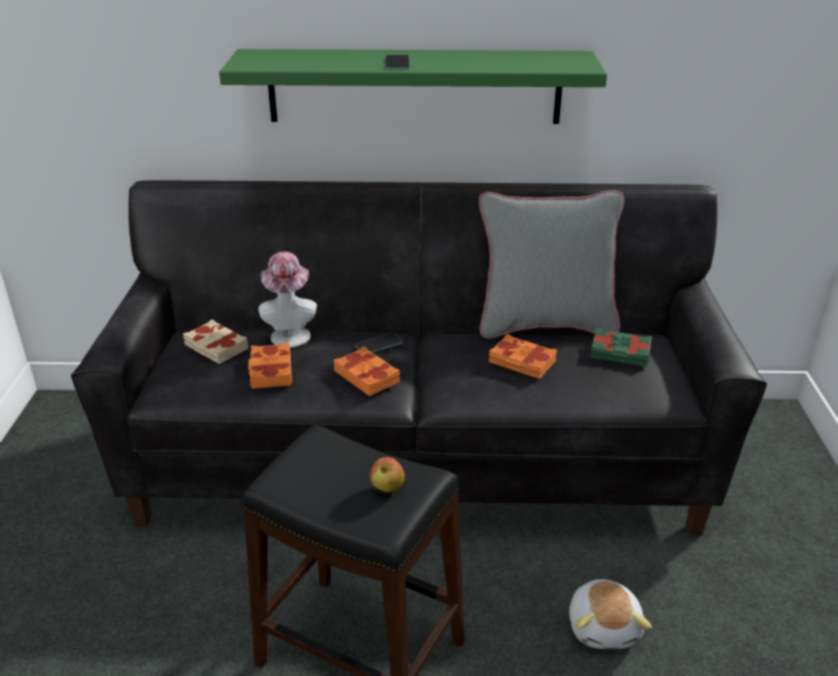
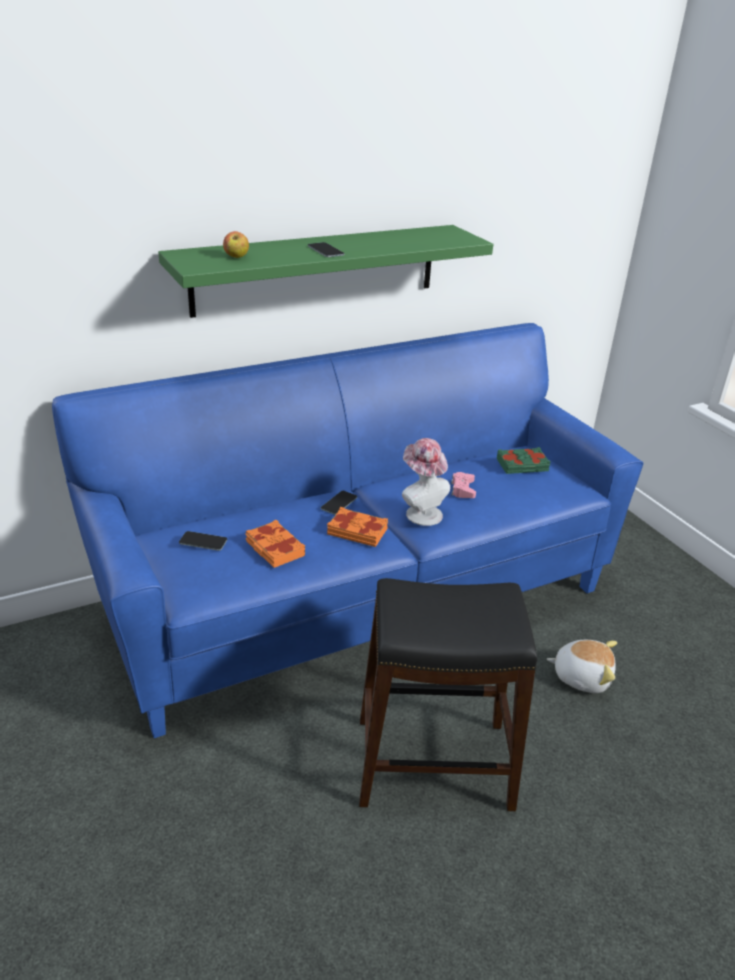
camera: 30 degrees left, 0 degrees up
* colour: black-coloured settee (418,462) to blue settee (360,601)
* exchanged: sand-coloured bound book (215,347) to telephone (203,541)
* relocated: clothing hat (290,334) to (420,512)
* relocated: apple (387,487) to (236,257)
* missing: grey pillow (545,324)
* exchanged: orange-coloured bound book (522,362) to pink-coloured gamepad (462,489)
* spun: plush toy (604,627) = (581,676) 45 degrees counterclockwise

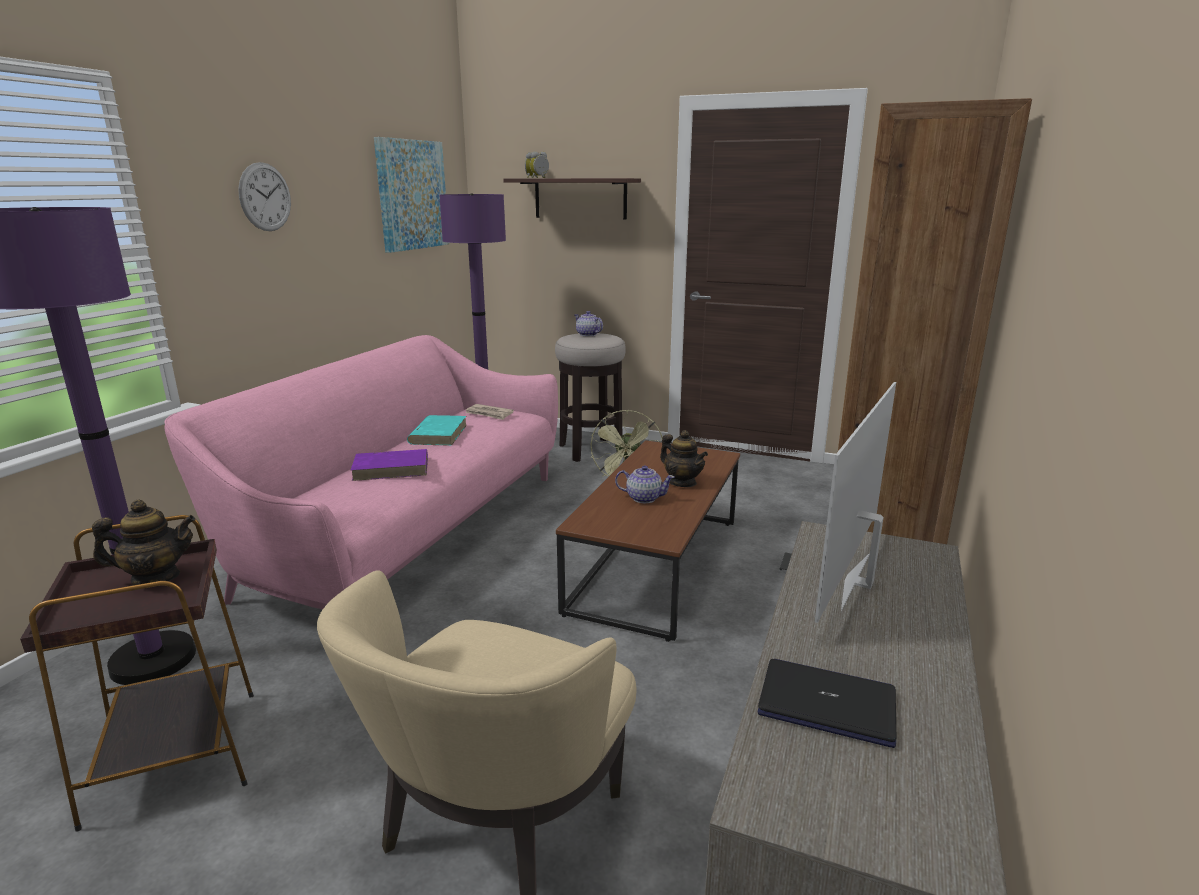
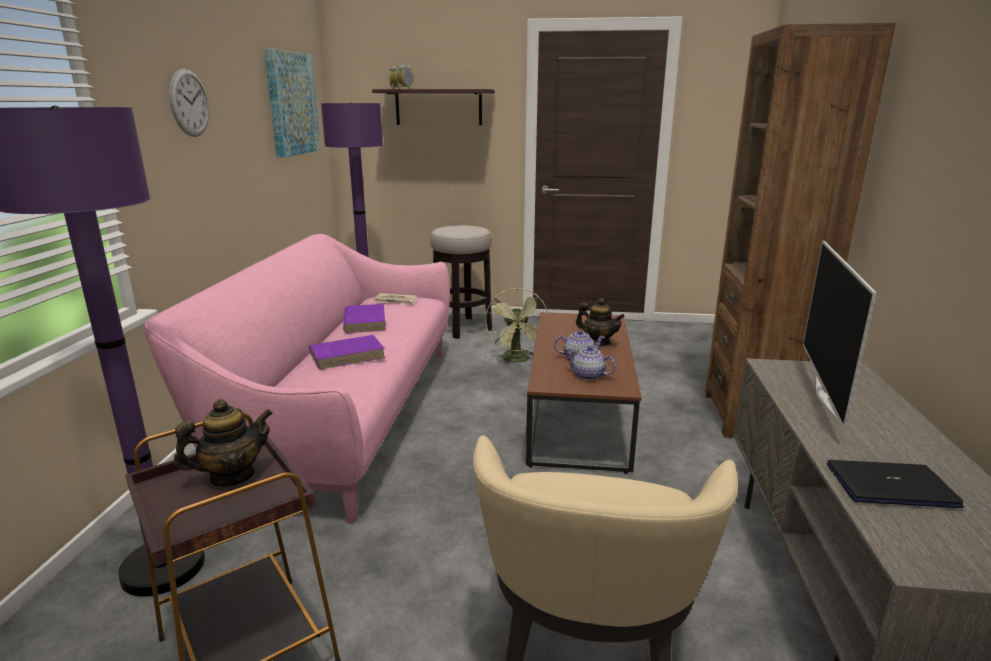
camera: 15 degrees left, 0 degrees up
* colour: turquoise bound book (438,434) to purplish bound book (364,321)
* relocated: tea pot (588,334) to (588,376)

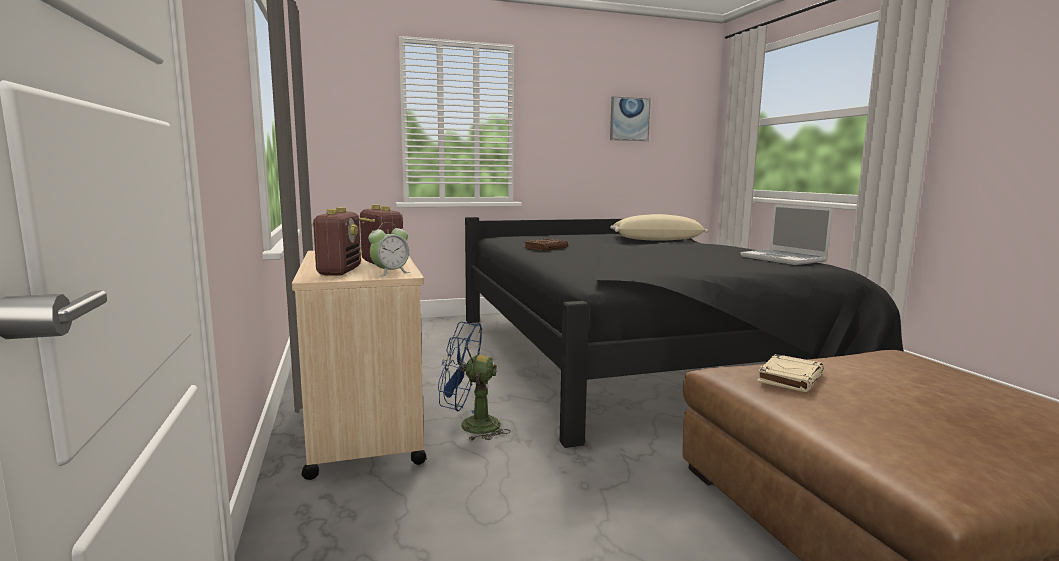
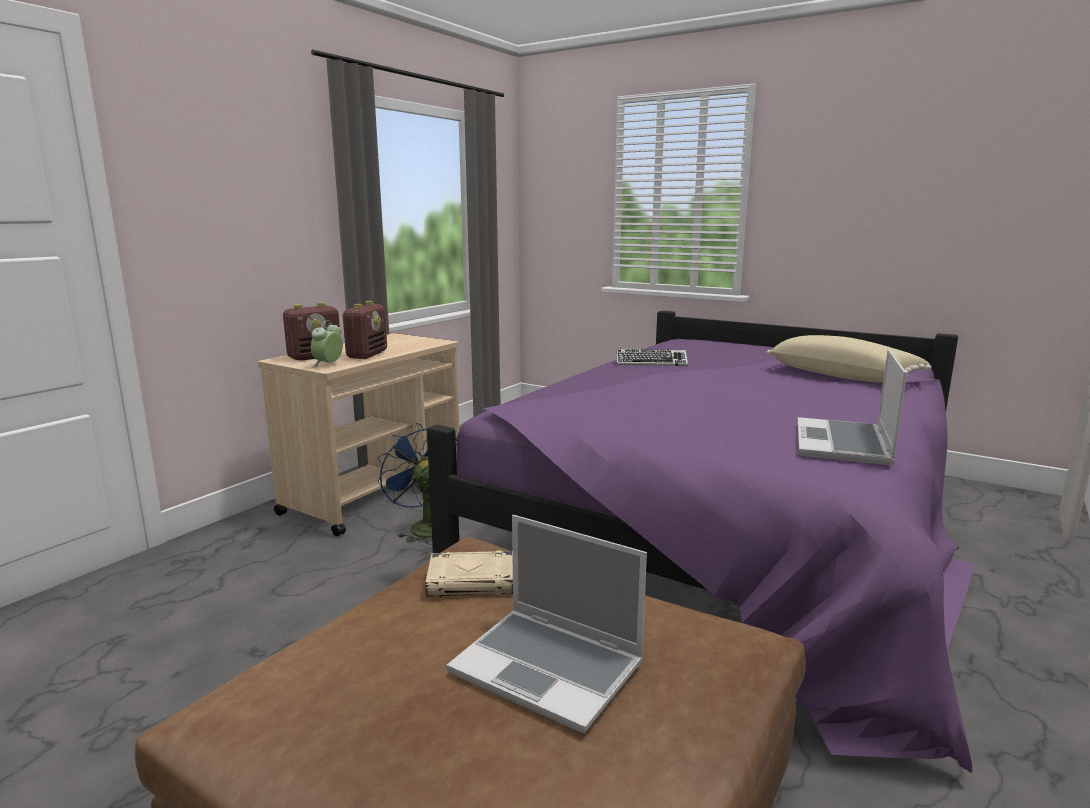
camera: 50 degrees right, 5 degrees up
* spun: bedside clock (390,273) = (328,365) 105 degrees clockwise
* colour: black-coloured bed (637,357) to purplish bed (731,533)
* exchanged: brown bound book (545,248) to computer keyboard (651,362)
* missing: wall art (629,119)
* appeared: notebook computer (550,669)

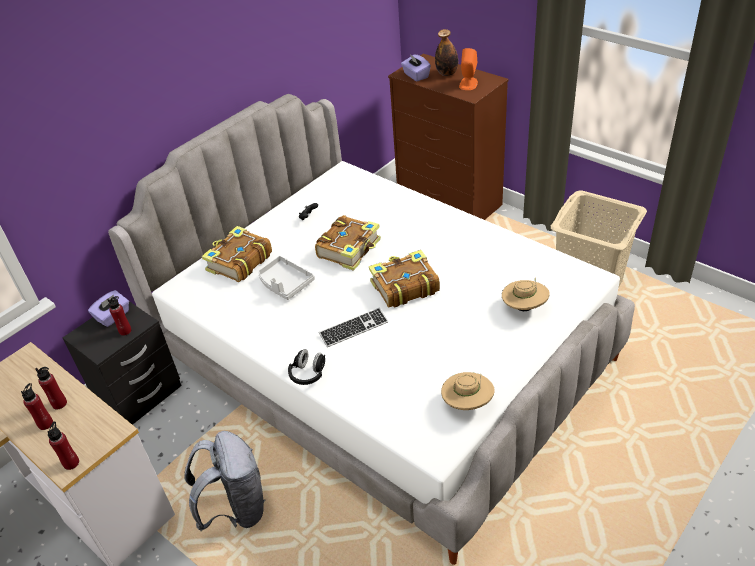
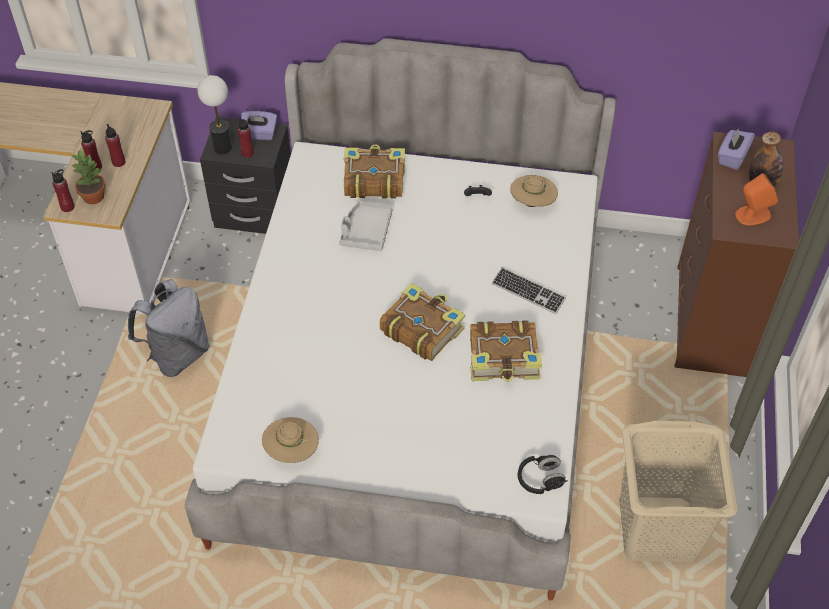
camera: 55 degrees right, 10 degrees up
* relocated: black-coloured pair of headphones (308,374) to (540,480)
* relocated: bound book (350,249) to (504,359)
* relocated: computer keyboard (354,328) to (528,292)
* relocated: sand-coloured clothing hat (524,307) to (532,203)
* appeared: plant in a pot (93,196)
* appeared: lamp for a table (222,147)

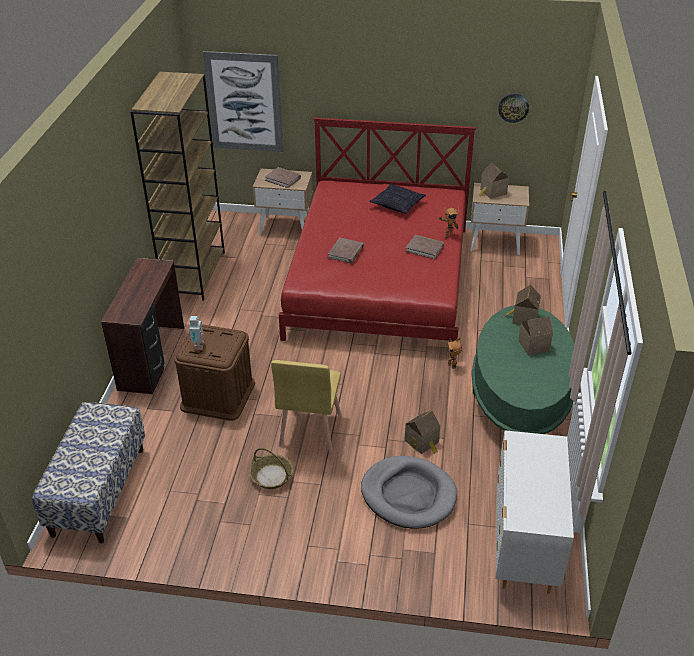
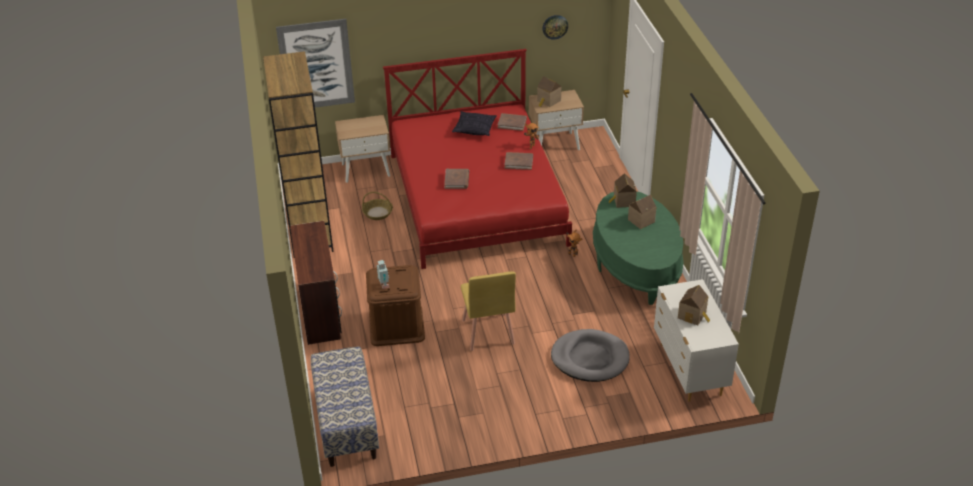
camera: 20 degrees left, 0 degrees up
* relocated: household basket (271,476) to (377,213)
* relocated: brown bound book (283,179) to (512,123)
* relocated: model house (423,442) to (693,315)

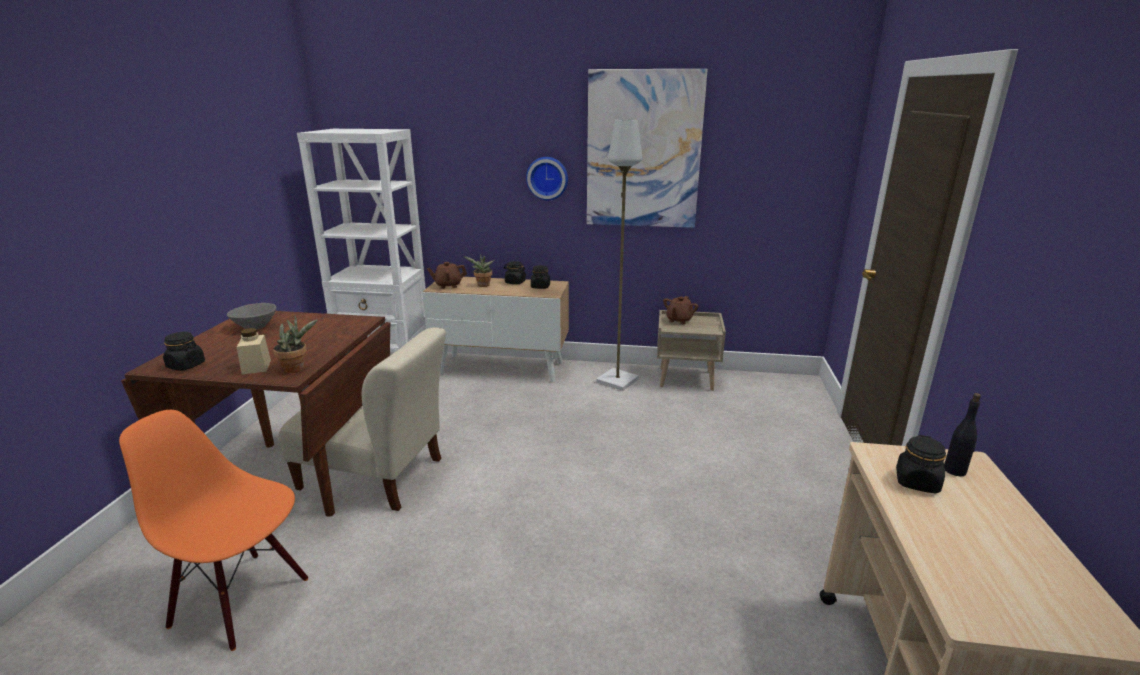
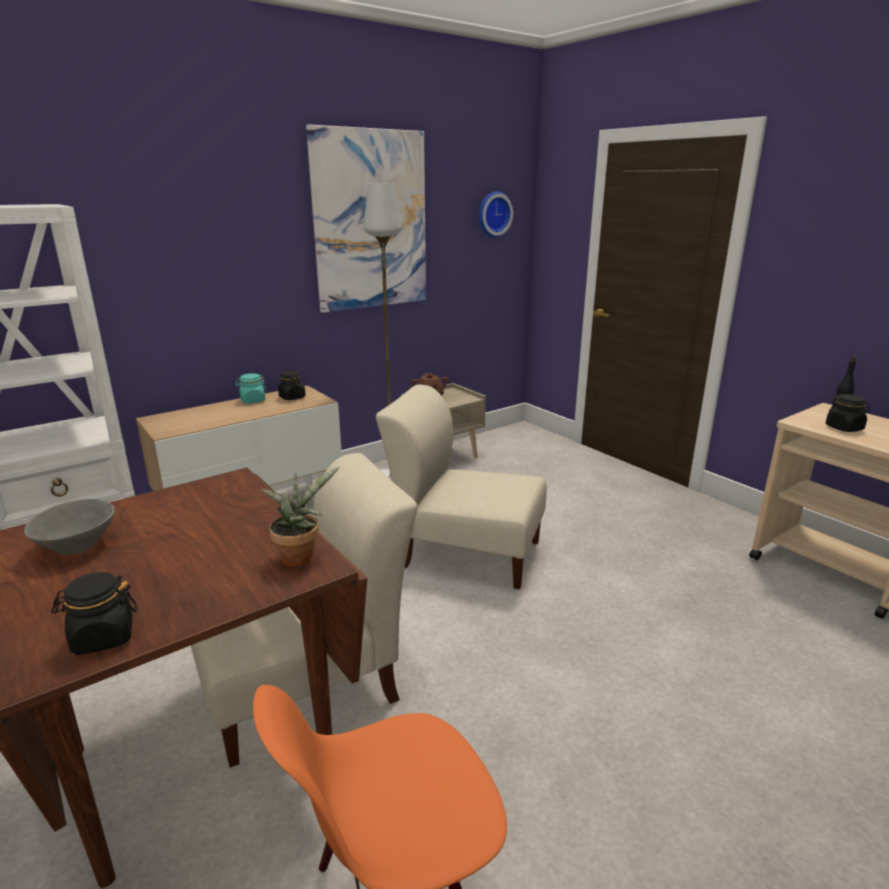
camera: 45 degrees left, 0 degrees up
* missing: sand-coloured storage jar (256,367)
* missing: brown tea pot (448,285)
* missing: plant in a pot (482,285)
* colour: black-coloured storage jar (515,282) to turquoise storage jar (252,401)
* relocated: wall clock (547,178) to (493,214)
* appeared: sand-coloured upright chair (465,552)

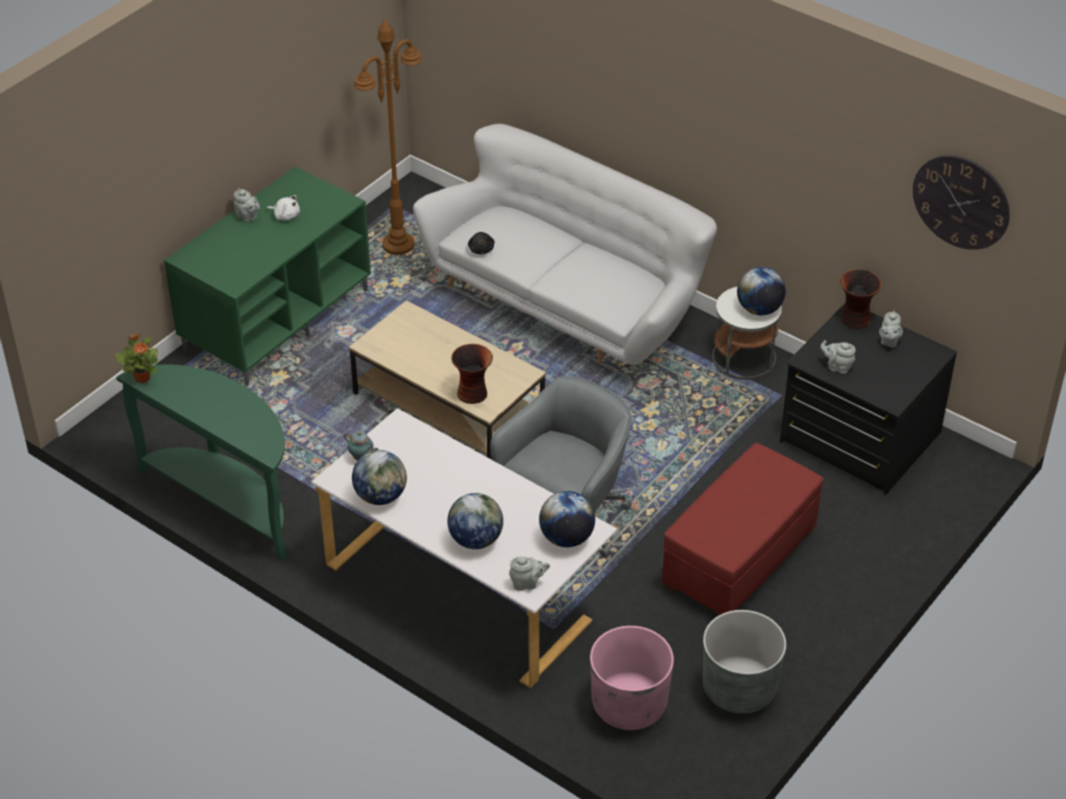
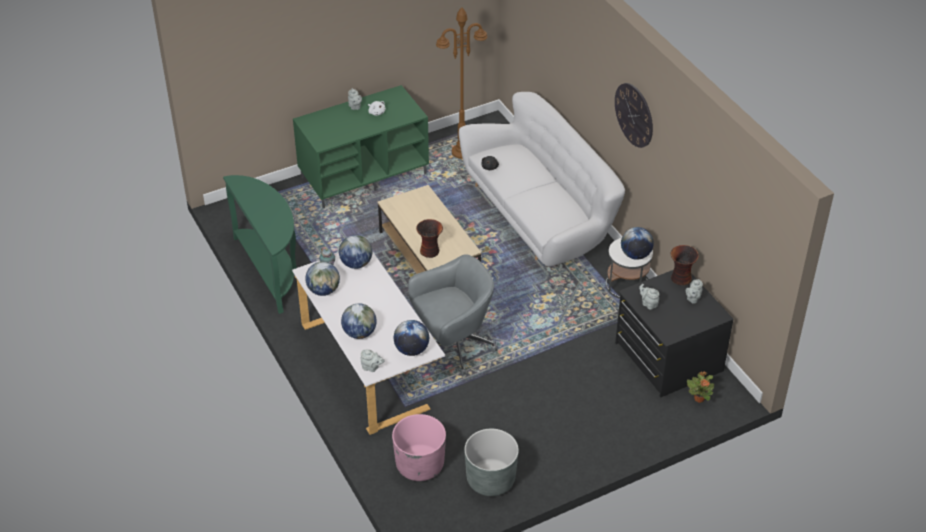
camera: 25 degrees right, 0 degrees up
* relocated: plant in a pot (142,377) to (699,398)
* missing: red-coloured pouffe (739,559)
* relocated: wall clock (961,202) to (634,115)
* appeared: world globe (356,264)

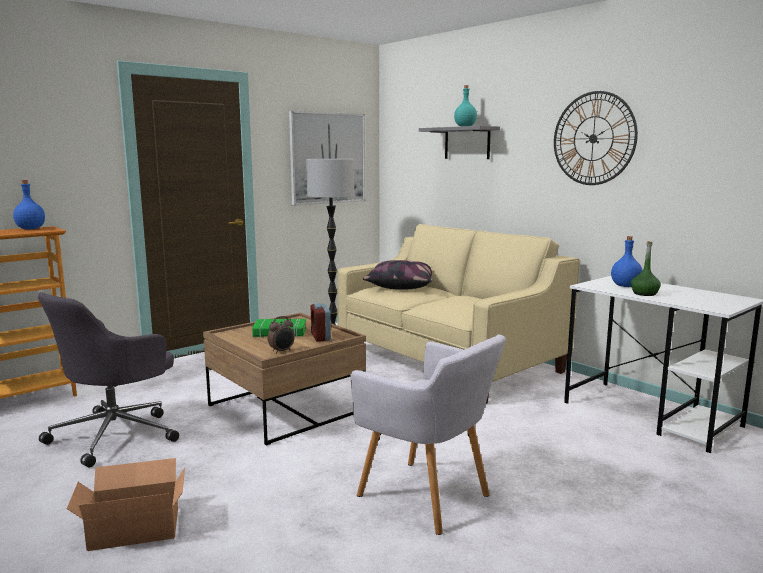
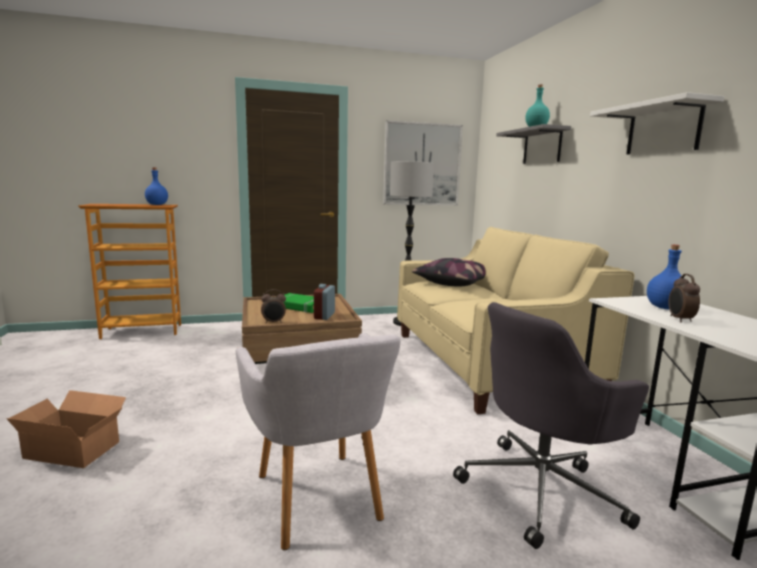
camera: 25 degrees right, 0 degrees up
* relocated: grey computer chair (116,434) to (542,489)
* exchanged: wall clock (593,138) to white shelf (663,129)
* exchanged: green bottle (644,293) to bedside clock (679,319)

